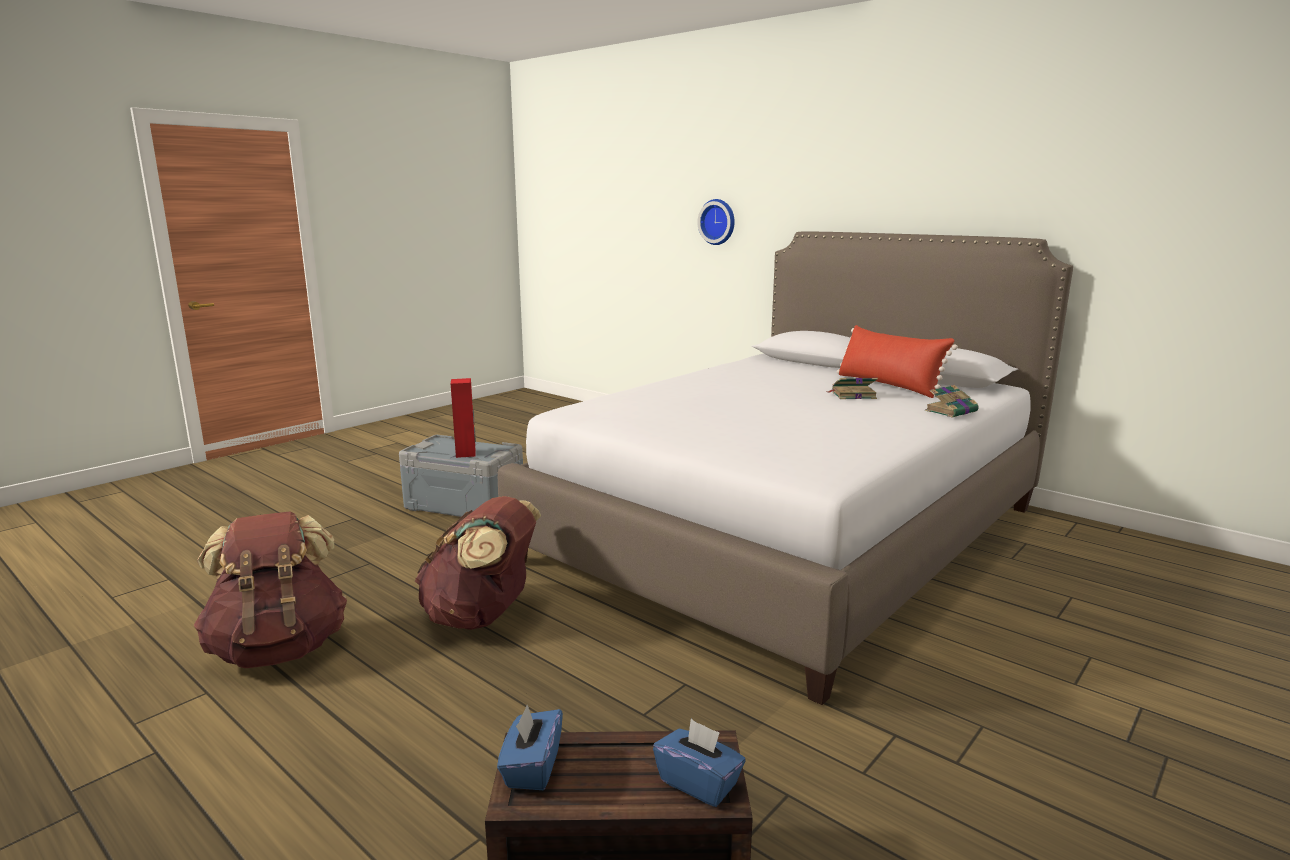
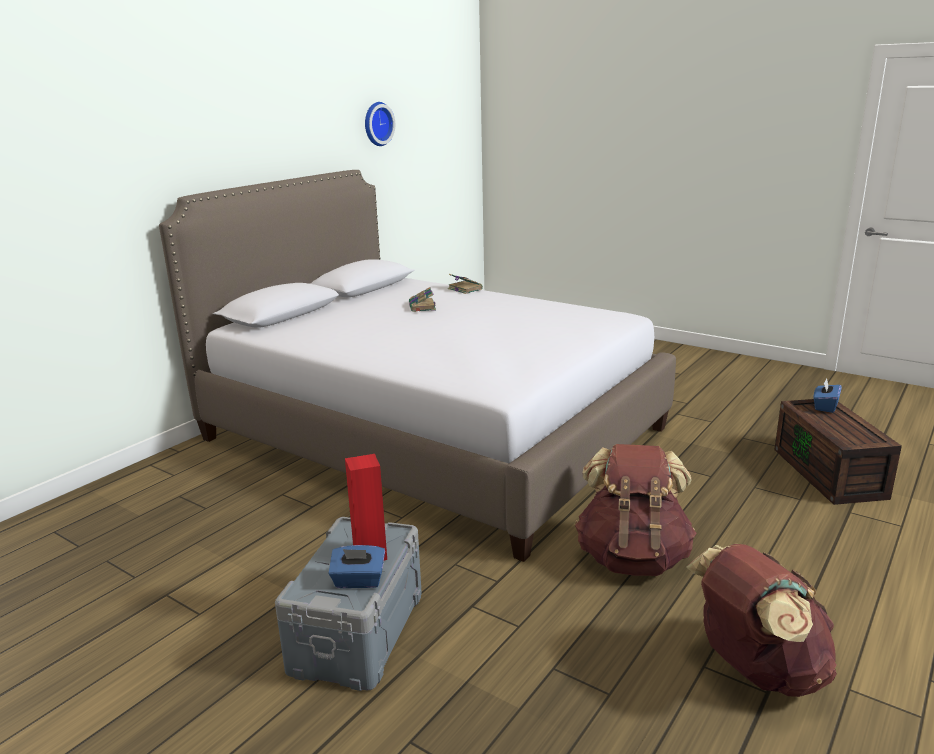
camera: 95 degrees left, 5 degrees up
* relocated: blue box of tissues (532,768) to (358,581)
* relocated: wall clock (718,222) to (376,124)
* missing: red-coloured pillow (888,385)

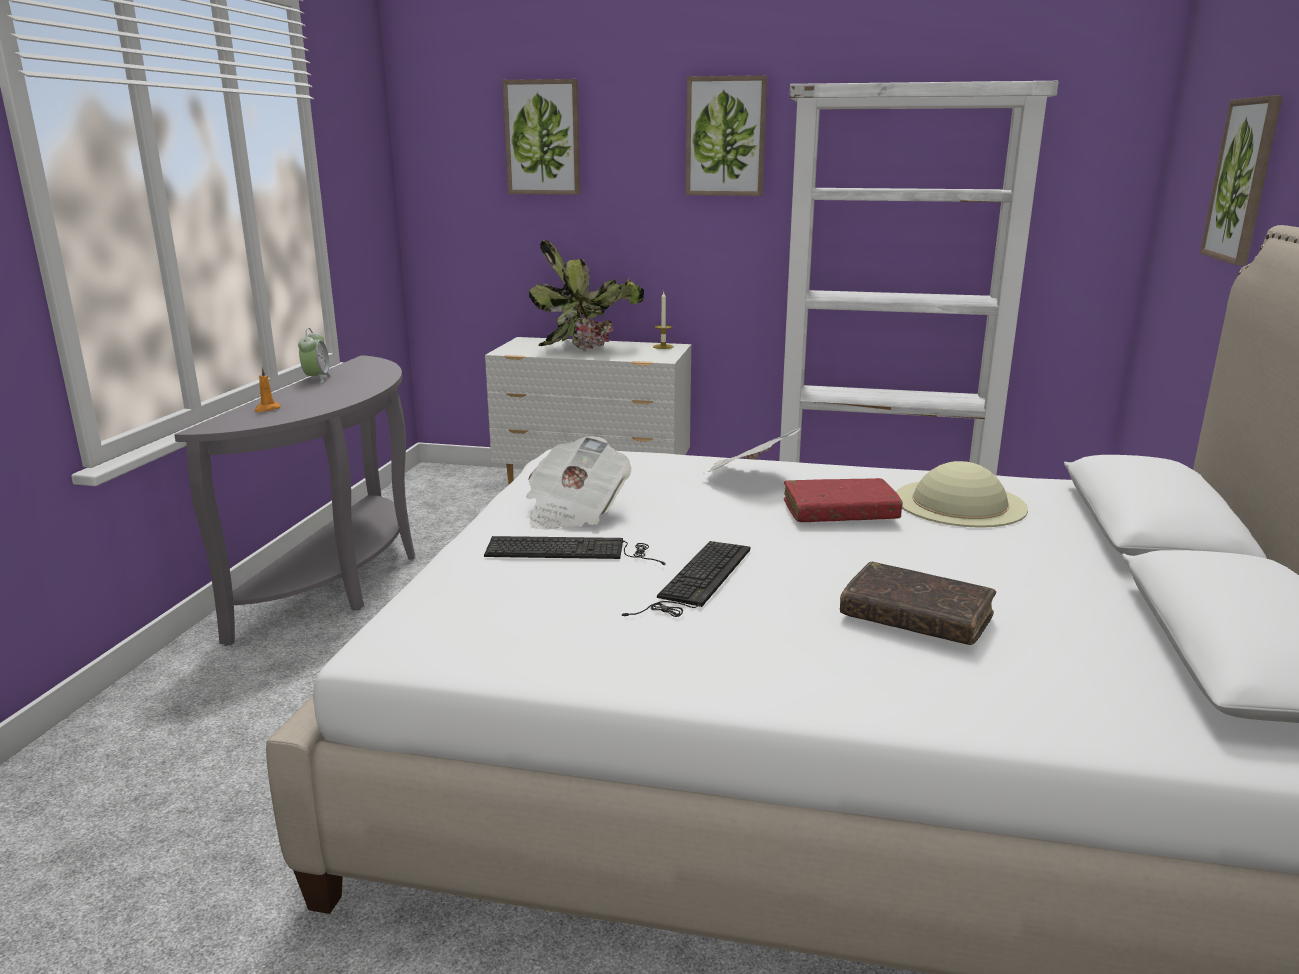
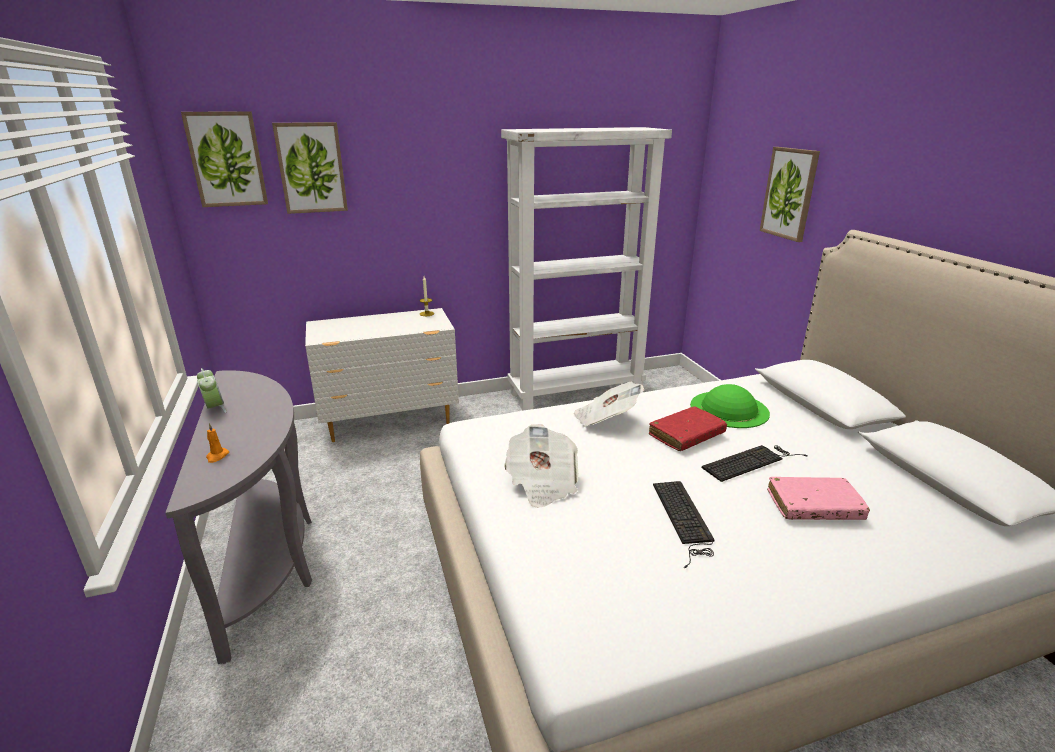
camera: 30 degrees left, 5 degrees up
* relocated: computer keyboard (572,551) to (751,462)
* missing: plant in a pot (587,347)
* relocated: wall art (725,136) to (226,159)
* colour: brown bound book (916,617) to pink-coloured bound book (814,506)
* colour: sand-coloured clothing hat (959,503) to green clothing hat (729,409)

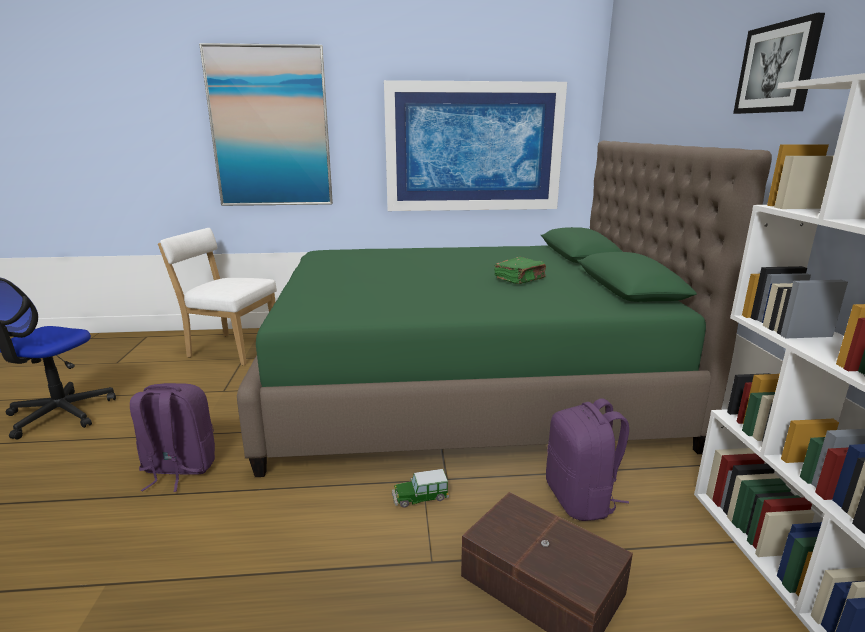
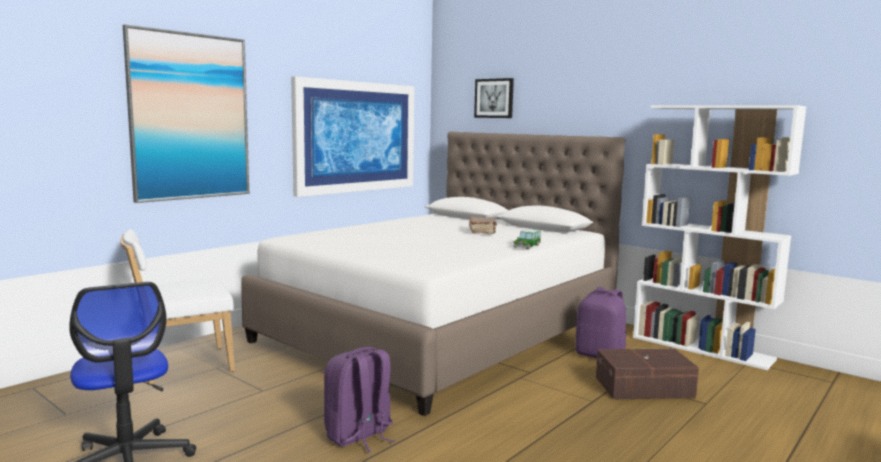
camera: 45 degrees left, 10 degrees down
* colour: green bed (464,386) to white bed (441,331)
* relocated: model car (420,497) to (526,246)
* colour: green bound book (520,279) to brown bound book (482,232)
* relocated: wall art (777,68) to (494,98)

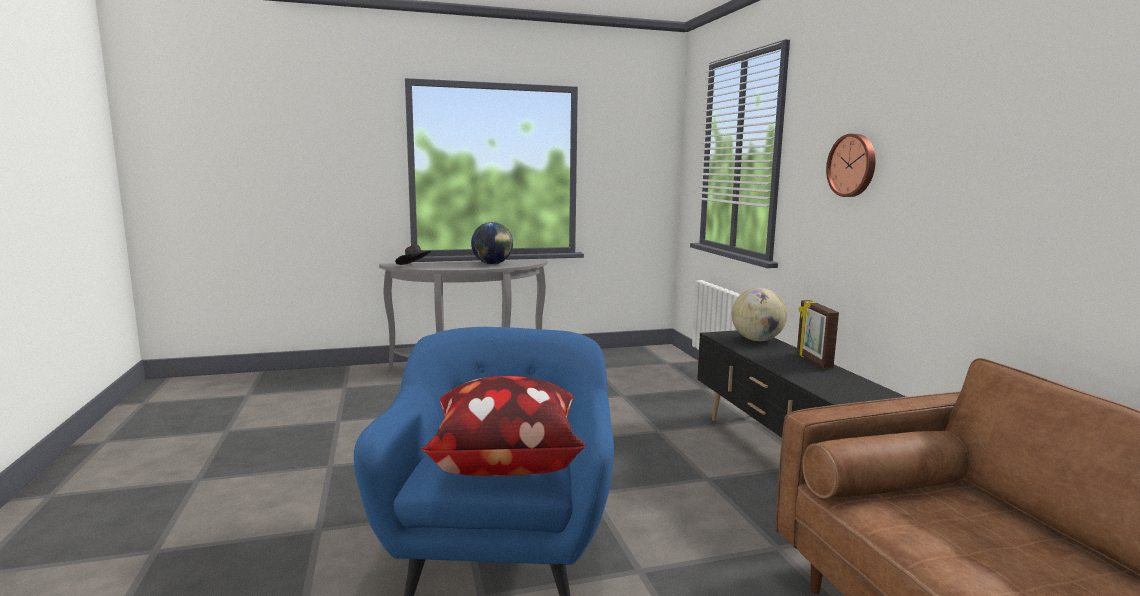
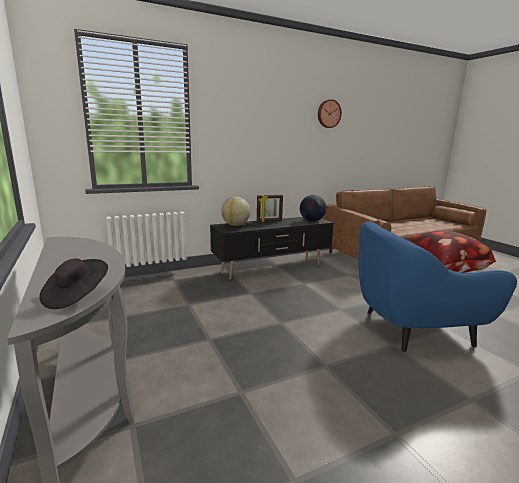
camera: 100 degrees left, 5 degrees up
* relocated: world globe (492,264) to (312,221)
* relocated: wall clock (853,165) to (328,113)

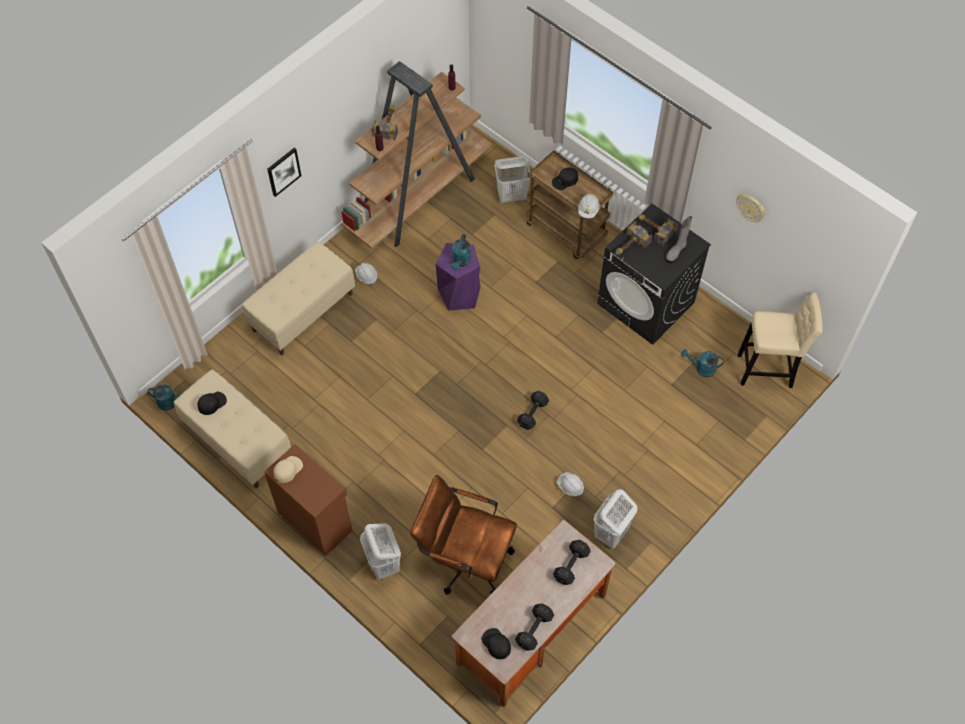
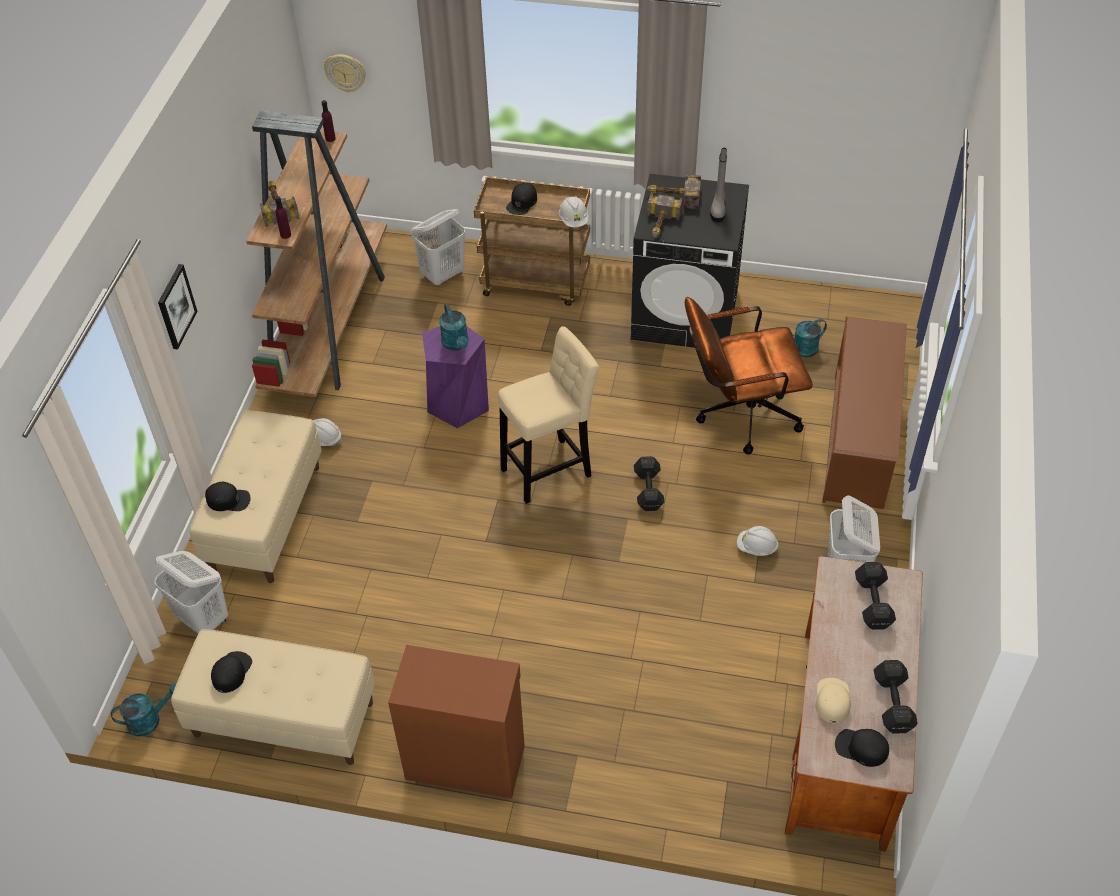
camera: 30 degrees left, 10 degrees down
* relocated: sand-coloured cap (288,469) to (832,700)
* relocated: white hamper (384,564) to (204,620)
* relocated: brown computer chair (465,559) to (739,415)
* relocated: wall clock (751,208) to (345,72)
* relocated: sand-coloured stool (768,370) to (550,469)
* appeared: black-coloured cap (228,499)
* appeared: brown shoe rack (858,440)

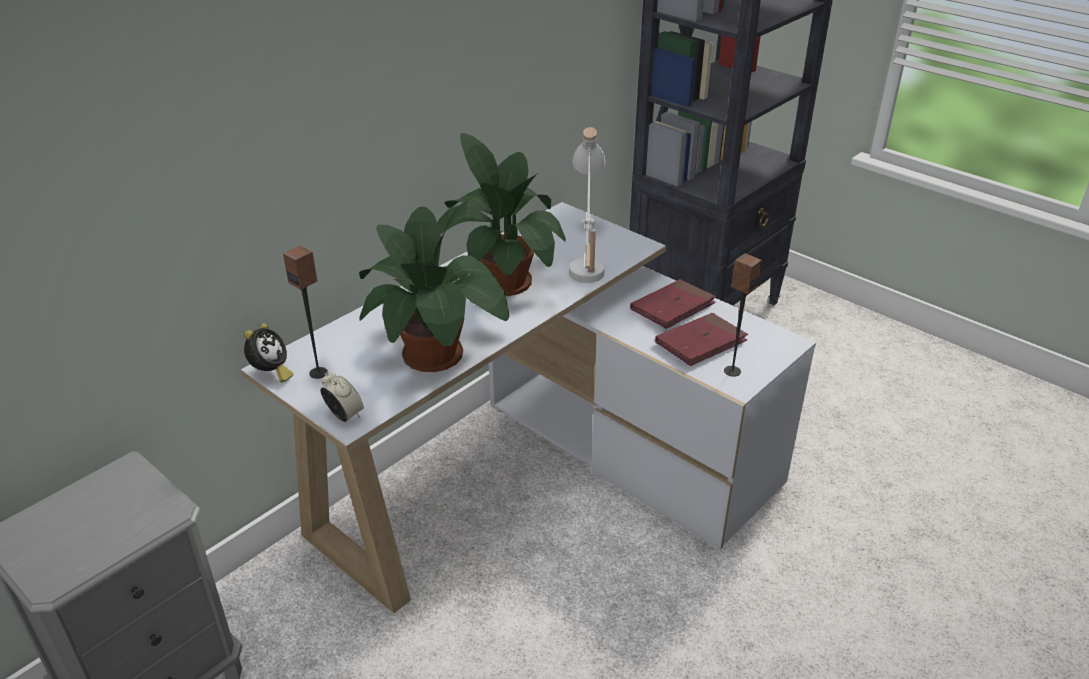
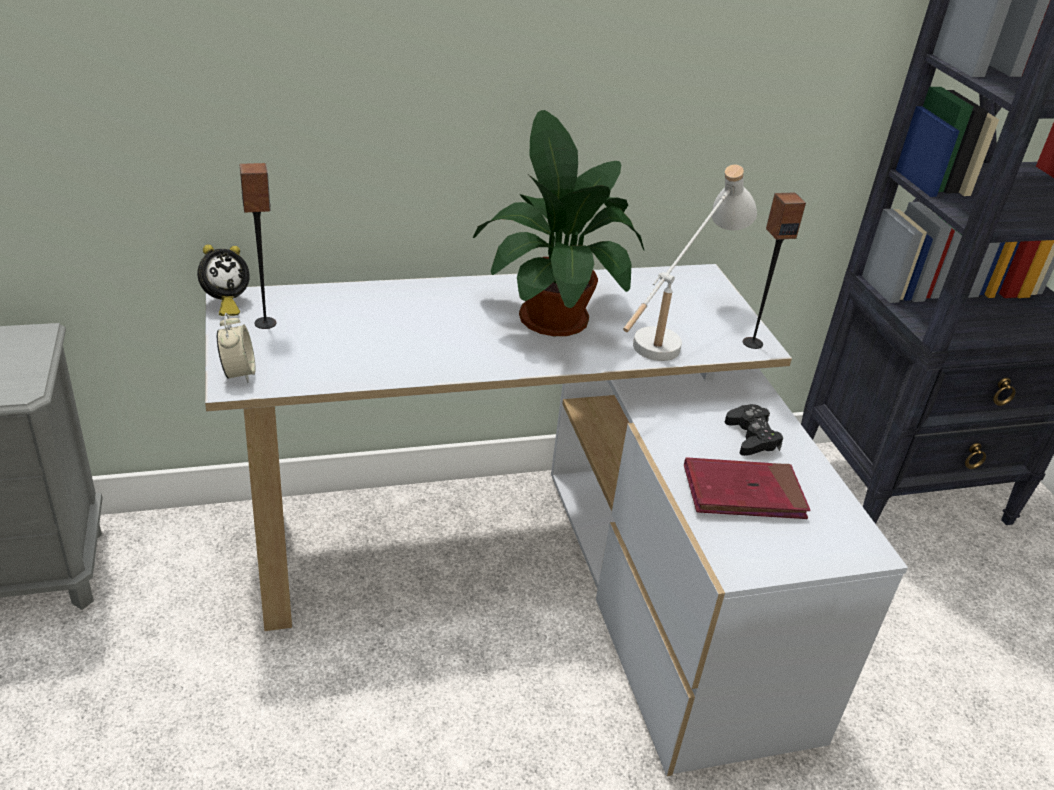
camera: 30 degrees right, 0 degrees up
* missing: plant in a pot (437,355)
* exchanged: red-coloured bound book (672,307) to black-coloured gamepad (751,437)
* relocated: audio speaker (732,371) to (752,343)

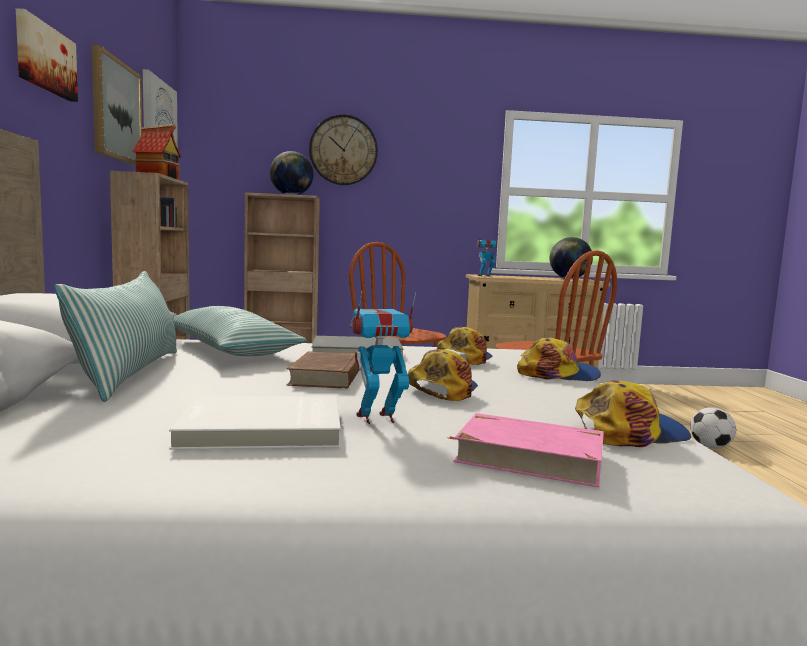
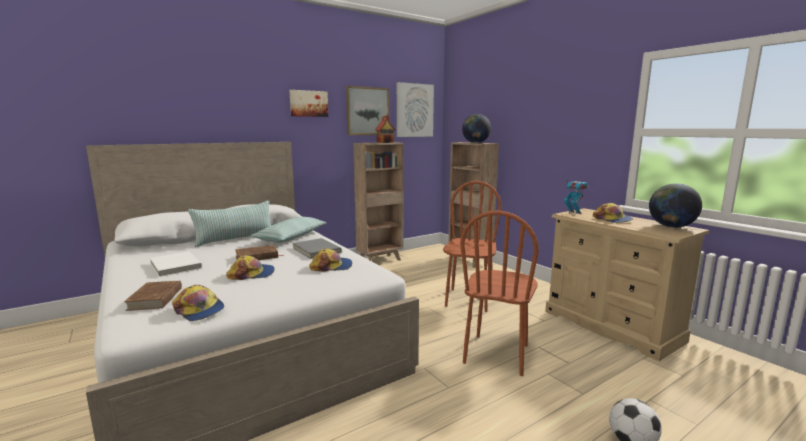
camera: 60 degrees right, 5 degrees up
* missing: wall clock (343,150)
* missing: toy robot (376,418)
* colour: pink-coloured bound book (529,457) to brown bound book (156,299)
* relocated: cap (558,374) to (612,219)

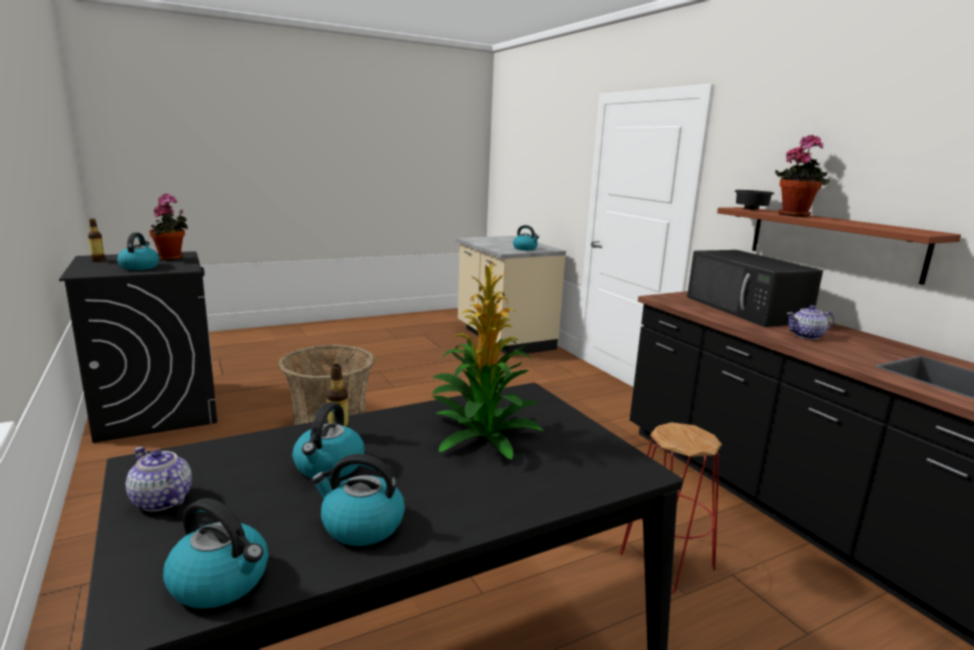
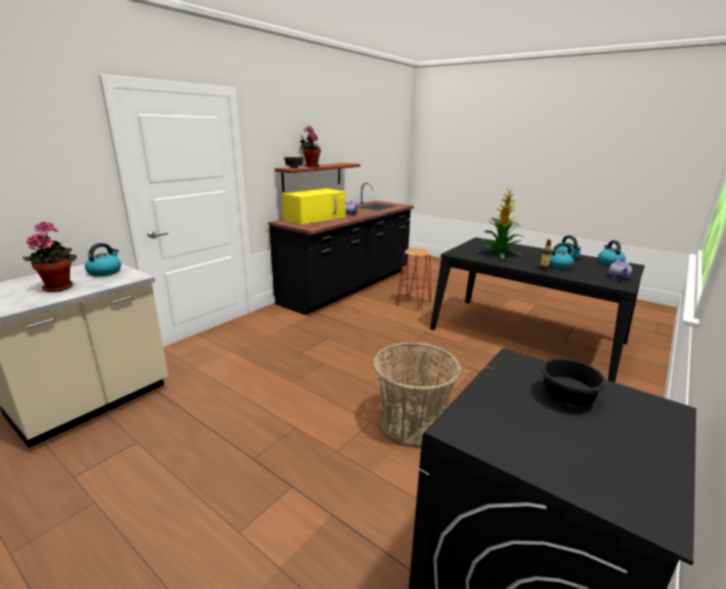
camera: 115 degrees left, 5 degrees up
* missing: bottle (98,260)
* exchanged: tea kettle (139,267) to black-coloured bowl (569,397)
* relocated: plant in a pot (172,258) to (59,286)
* colour: black-coloured kitchen microwave (747,310) to yellowish kitchen microwave (315,218)

